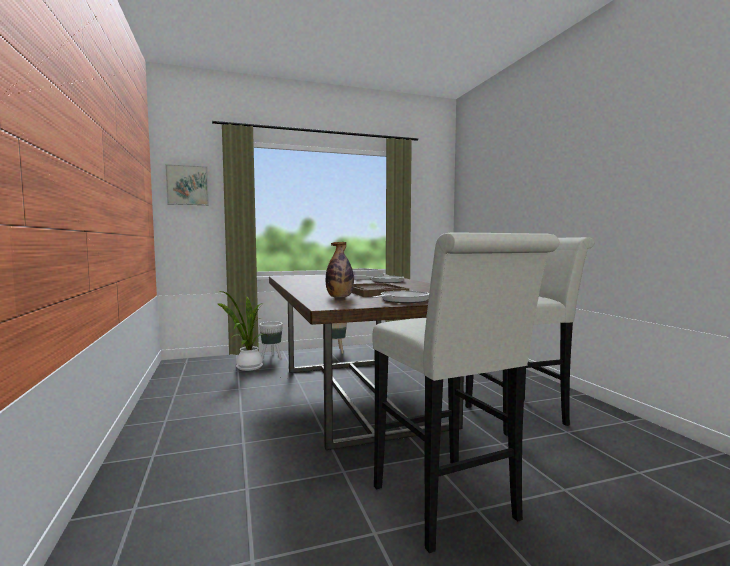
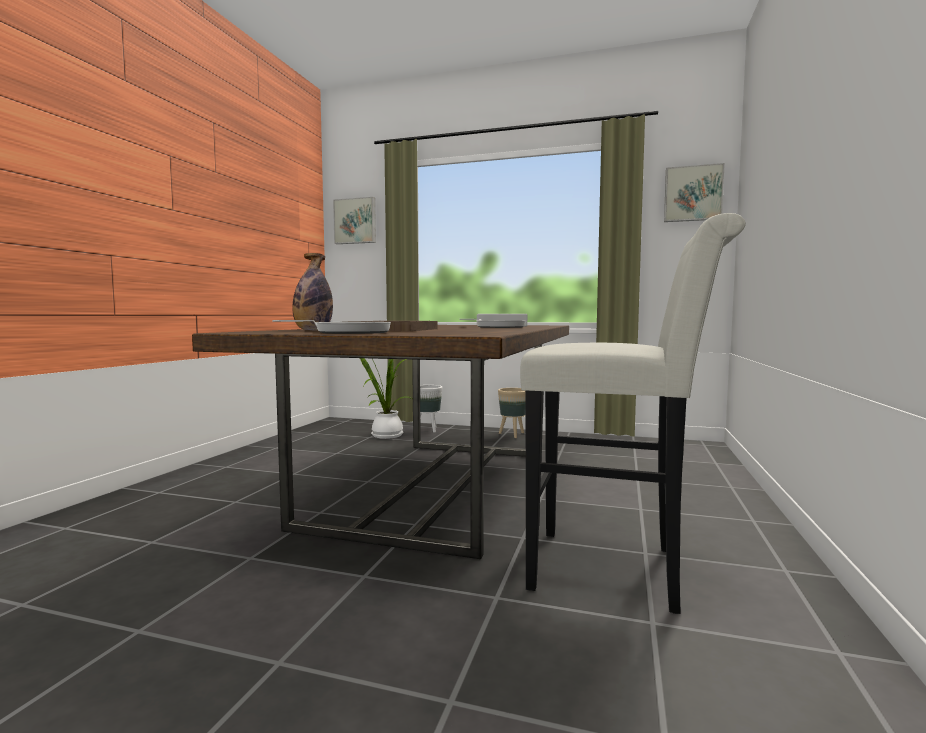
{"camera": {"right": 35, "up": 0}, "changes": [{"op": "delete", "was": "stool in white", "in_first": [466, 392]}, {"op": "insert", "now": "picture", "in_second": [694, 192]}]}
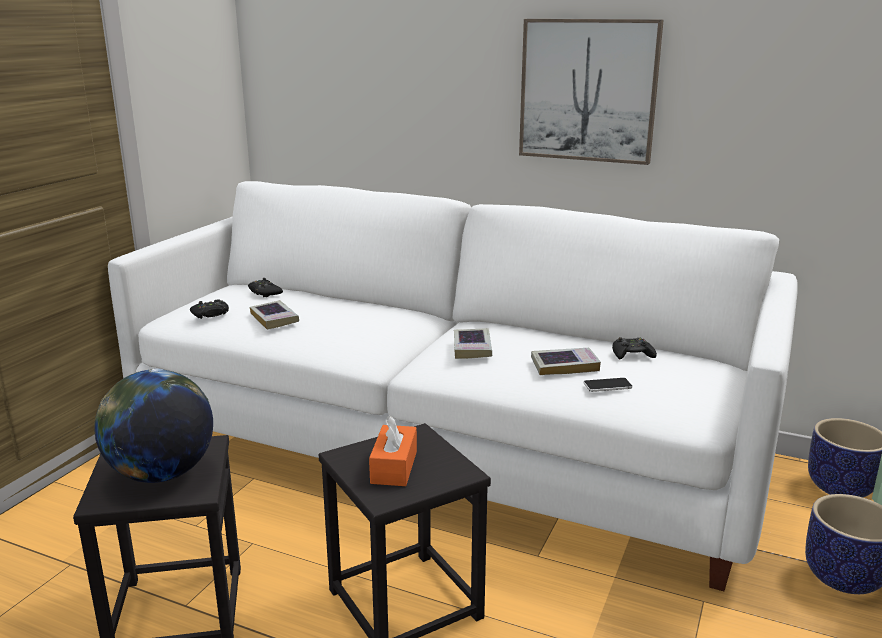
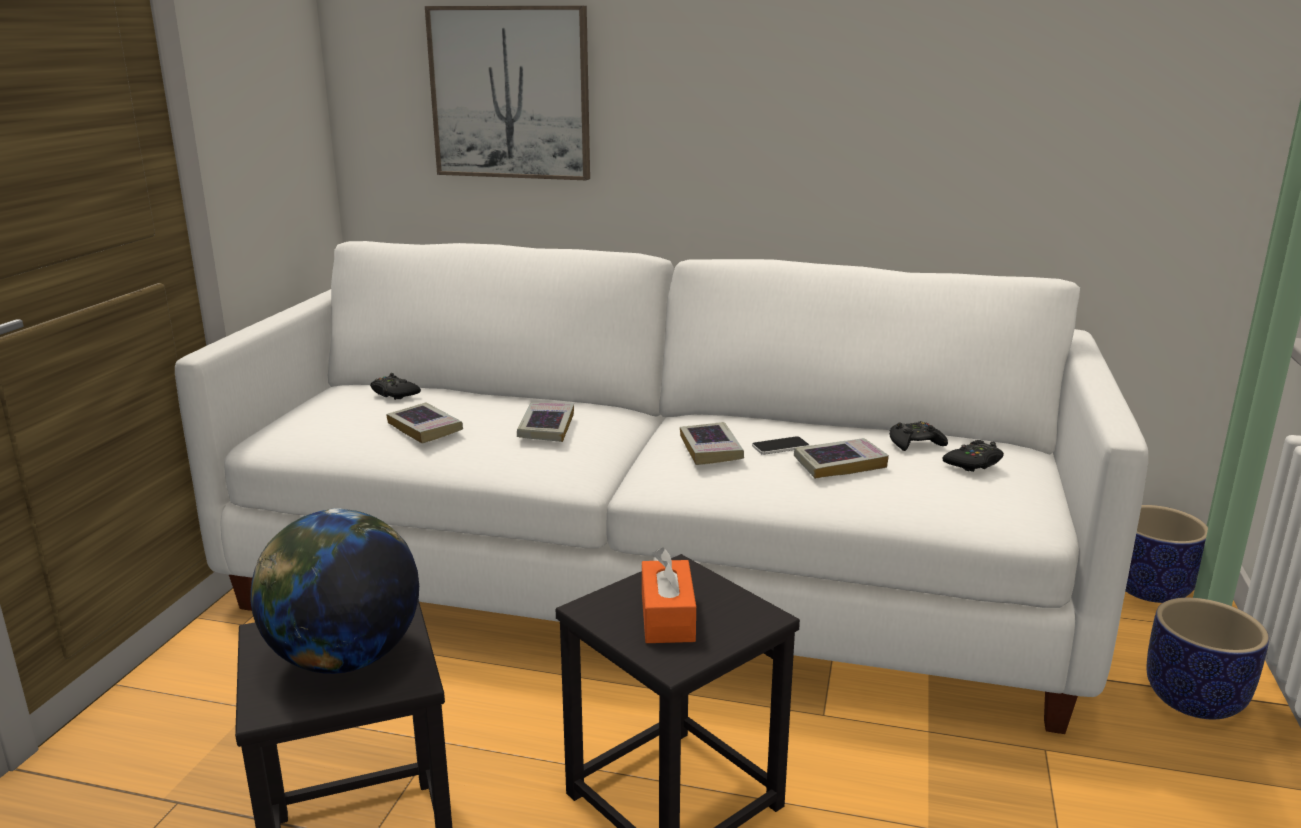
{"camera": {"right": -10, "up": 0}, "changes": [{"op": "move", "was": "game controller in black", "in_first": [209, 309], "in_second": [973, 456]}, {"op": "move", "was": "picture", "in_first": [591, 92], "in_second": [507, 93]}, {"op": "move", "was": "phone", "in_first": [608, 385], "in_second": [780, 445]}, {"op": "insert", "now": "book", "in_second": [545, 422]}]}
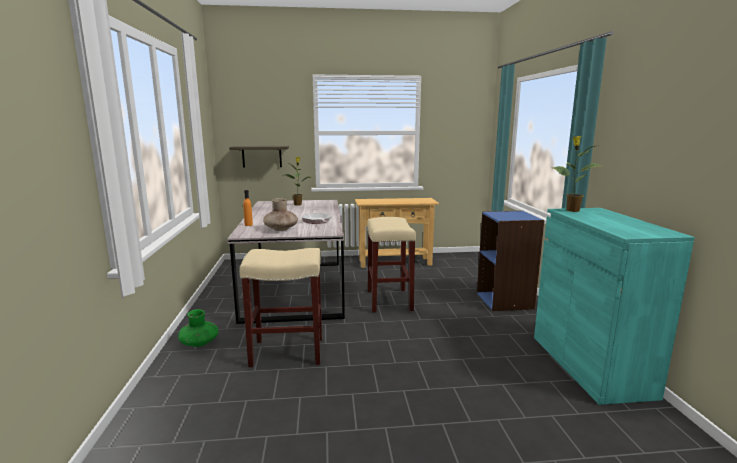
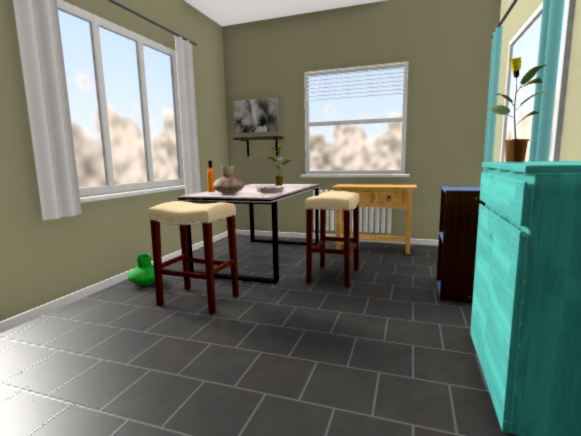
{"camera": {"right": 25, "up": -5}, "changes": [{"op": "insert", "now": "picture", "in_second": [255, 115]}]}
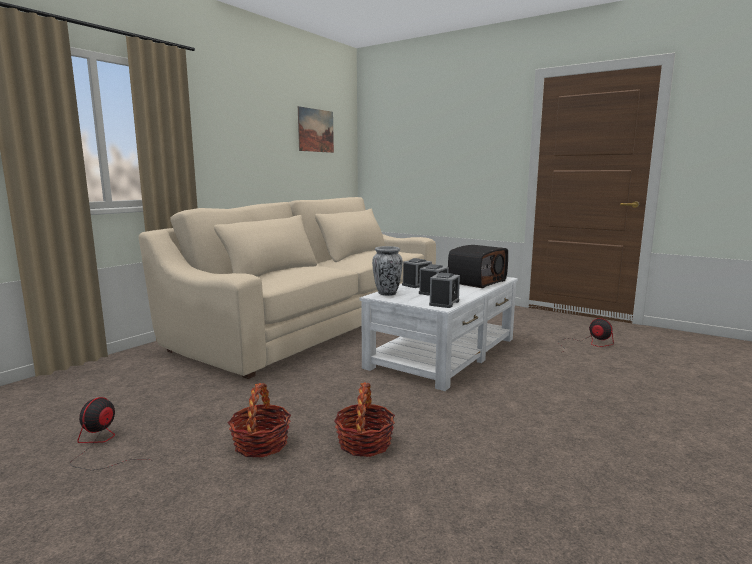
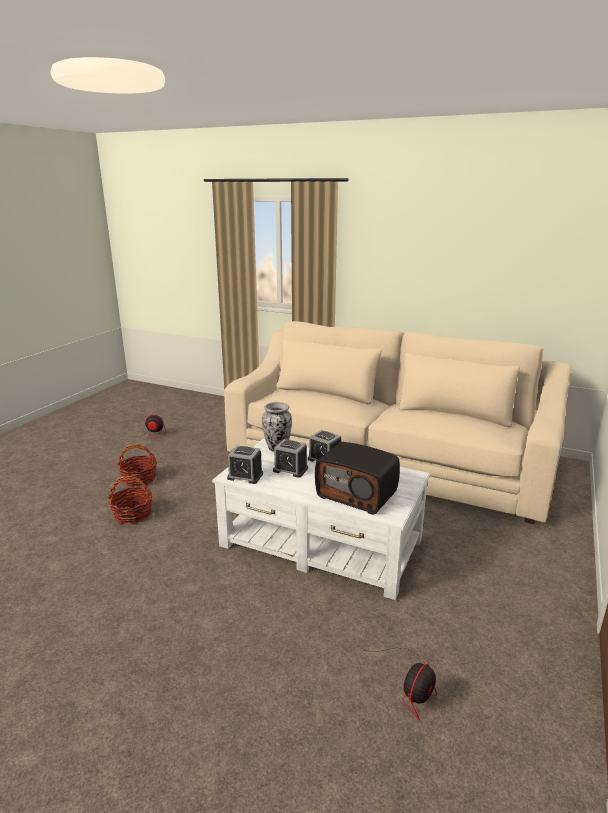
{"camera": {"right": 80, "up": 10}, "changes": [{"op": "delete", "was": "picture", "in_first": [316, 129]}]}
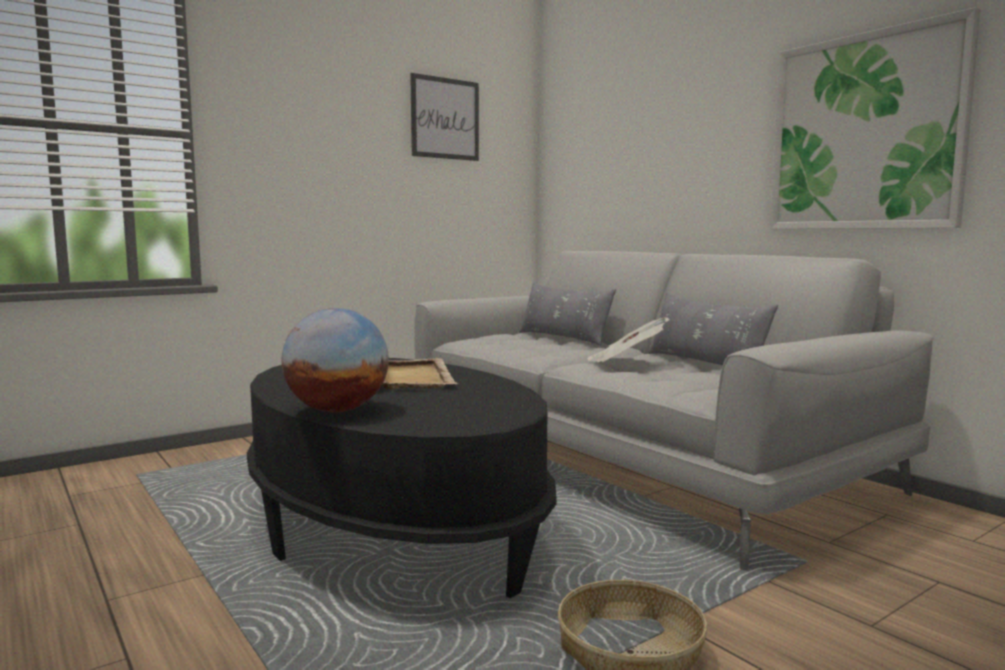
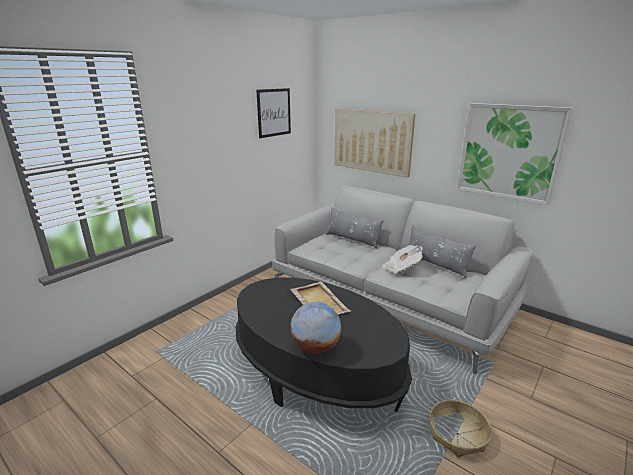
{"camera": {"right": -15, "up": 15}, "changes": [{"op": "insert", "now": "picture", "in_second": [374, 143]}]}
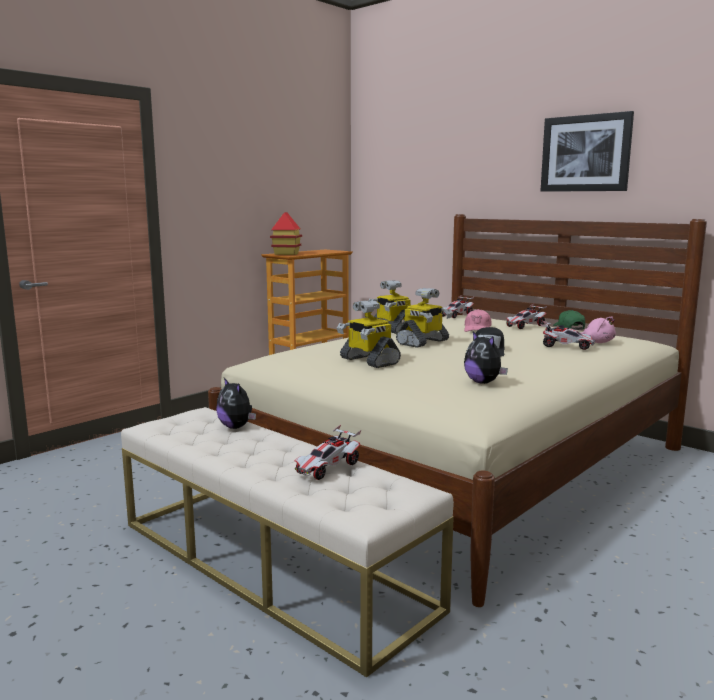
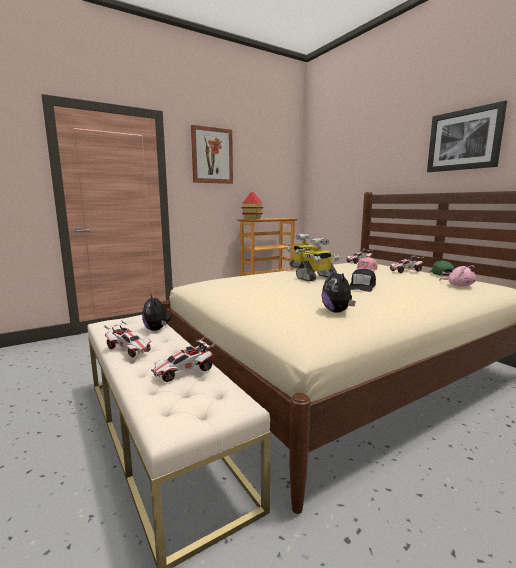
{"camera": {"right": 15, "up": 0}, "changes": [{"op": "delete", "was": "toy robot", "in_first": [369, 334]}, {"op": "move", "was": "toy car", "in_first": [567, 335], "in_second": [127, 338]}, {"op": "insert", "now": "picture", "in_second": [212, 154]}]}
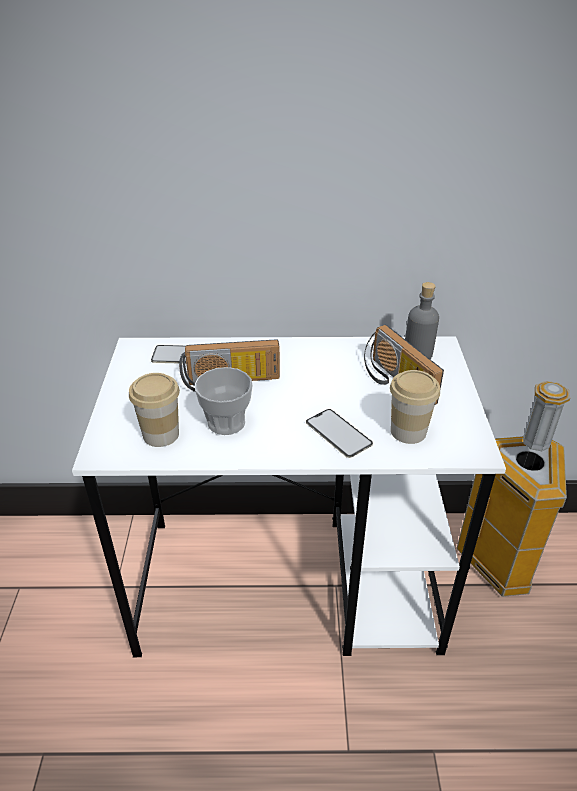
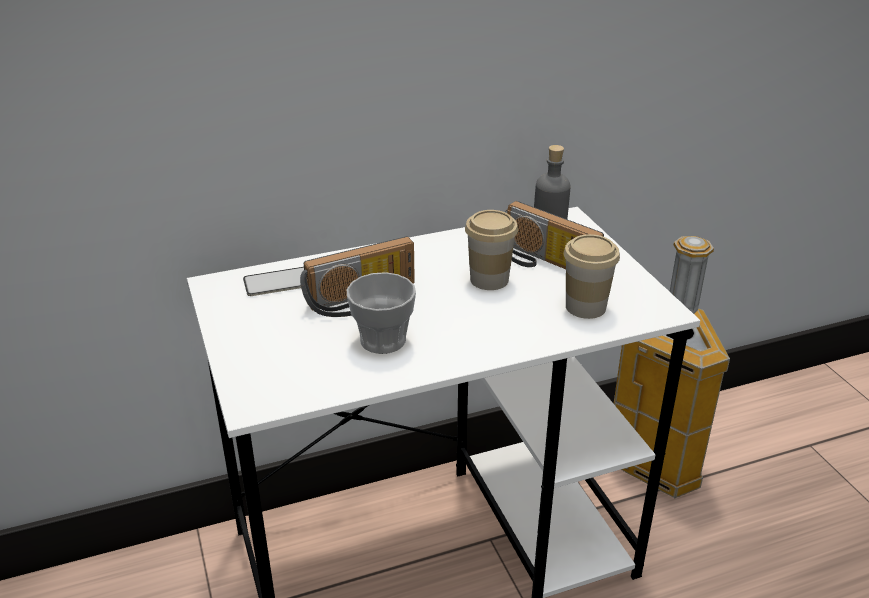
{"camera": {"right": -20, "up": -5}, "changes": [{"op": "move", "was": "cup", "in_first": [154, 410], "in_second": [491, 250]}, {"op": "delete", "was": "phone", "in_first": [339, 433]}]}
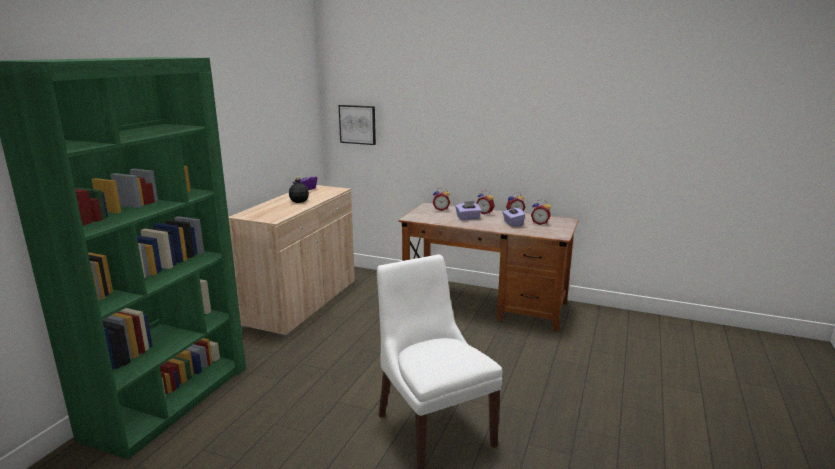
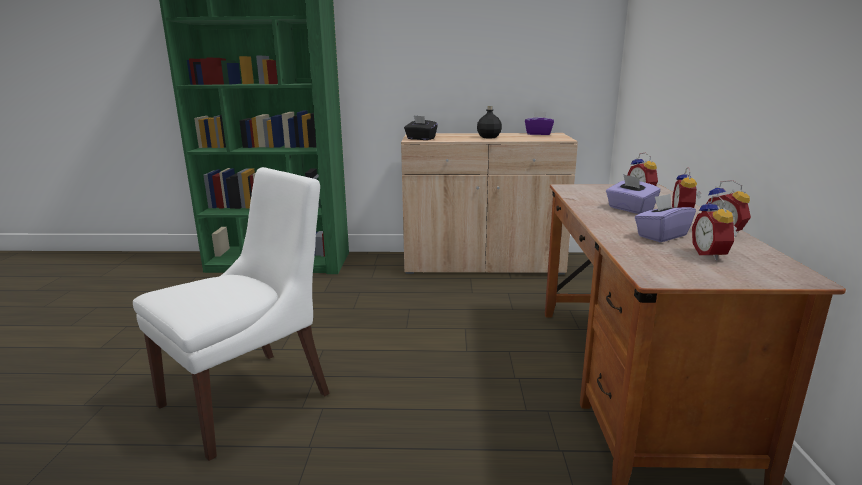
{"camera": {"right": 70, "up": 0}, "changes": [{"op": "delete", "was": "picture", "in_first": [357, 125]}, {"op": "insert", "now": "tissue box in black", "in_second": [421, 128]}]}
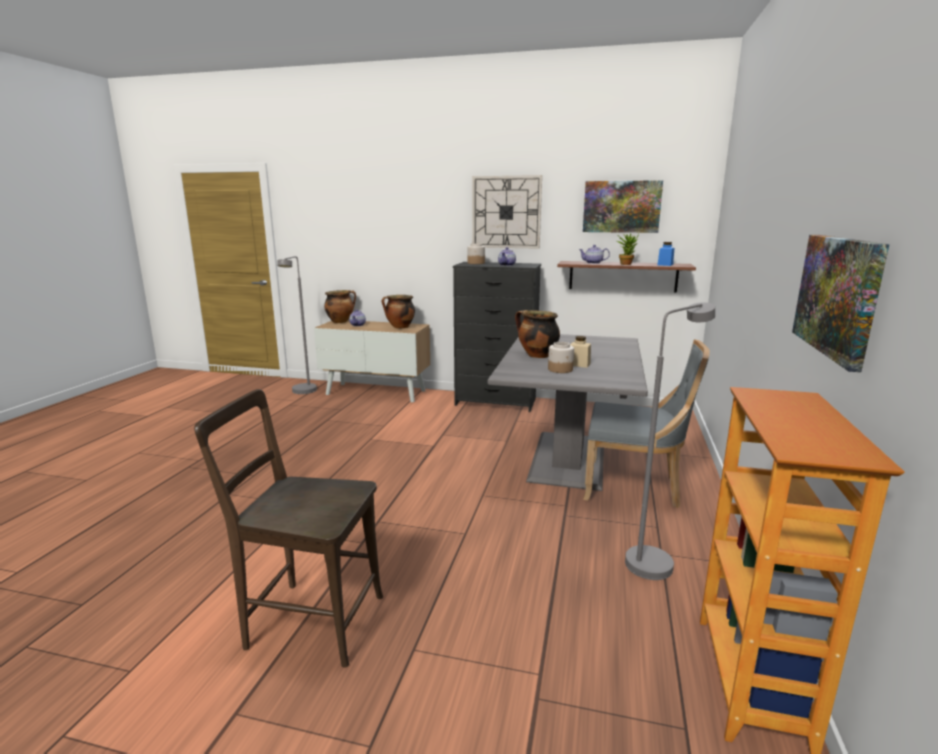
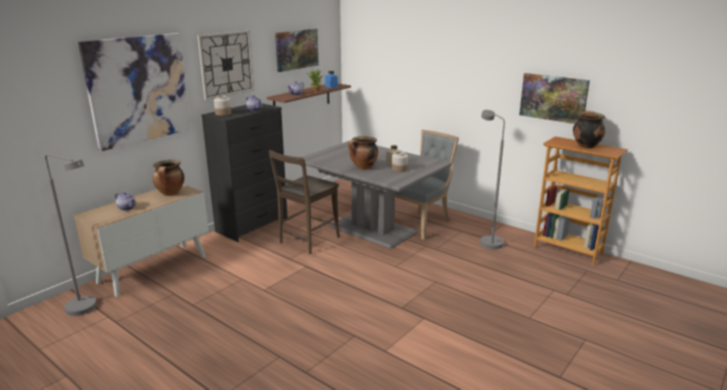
{"camera": {"right": -65, "up": 5}, "changes": [{"op": "move", "was": "chair in brown", "in_first": [288, 528], "in_second": [304, 202]}, {"op": "move", "was": "cooking pot", "in_first": [340, 306], "in_second": [589, 130]}, {"op": "insert", "now": "picture", "in_second": [134, 92]}]}
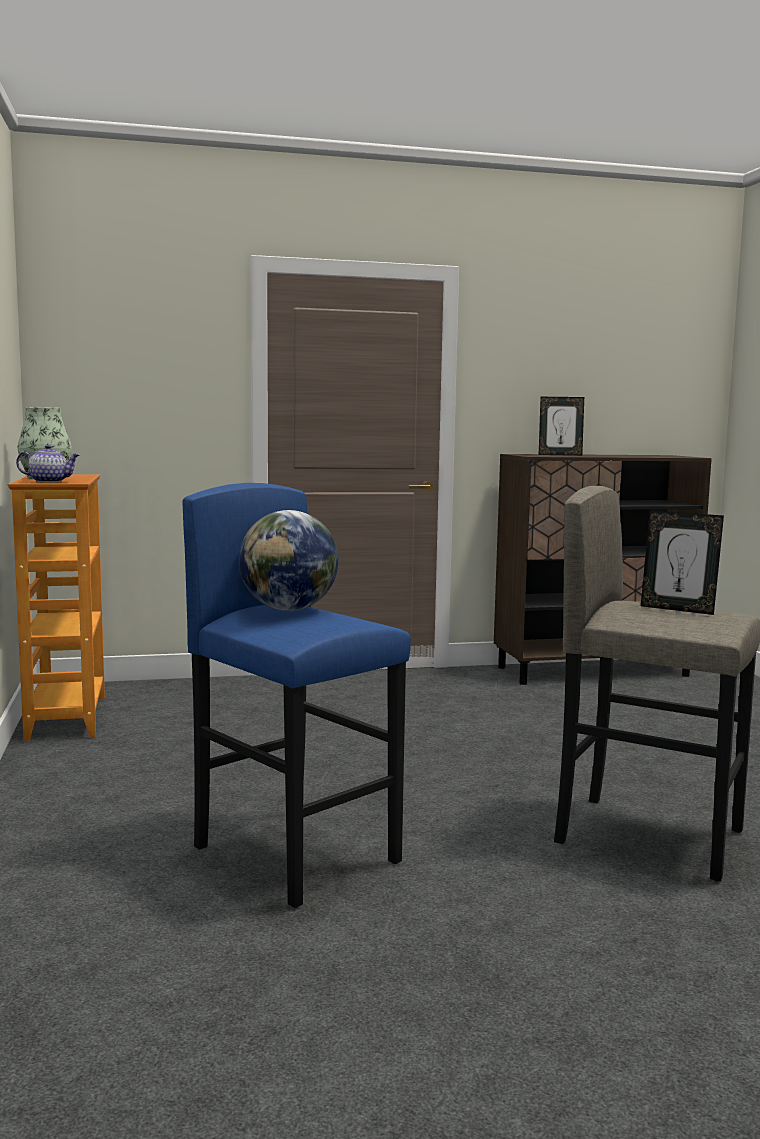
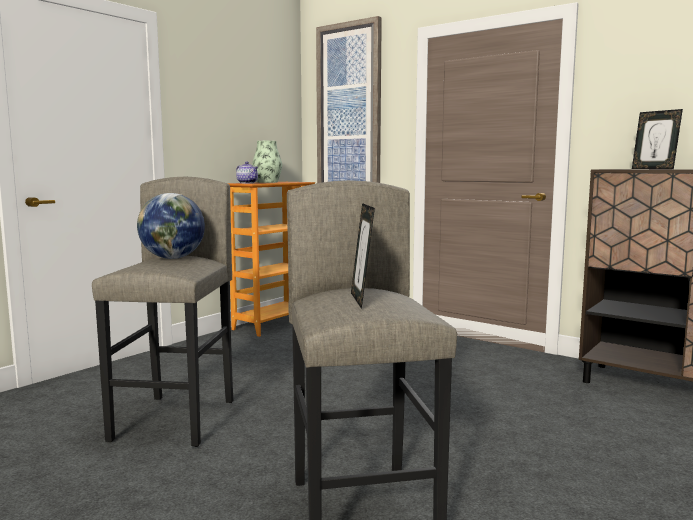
{"camera": {"right": 50, "up": 0}, "changes": [{"op": "recolor", "was": "stool in blue", "now": "stool in grey", "in_first": [297, 695], "in_second": [162, 312]}, {"op": "insert", "now": "picture", "in_second": [349, 99]}]}
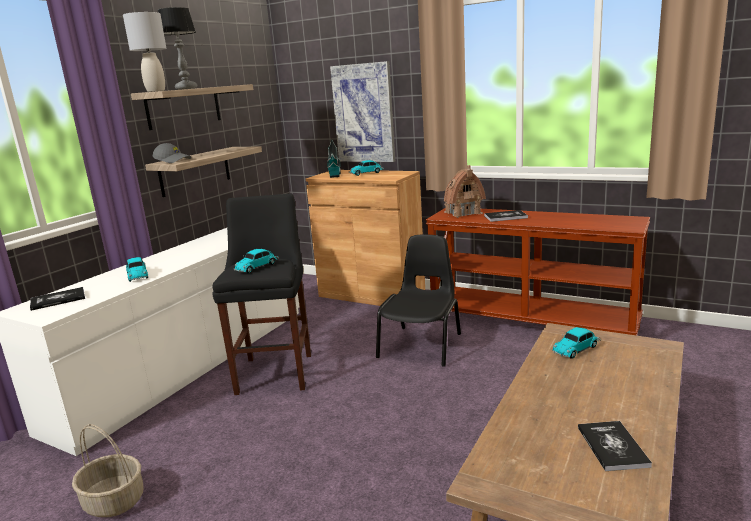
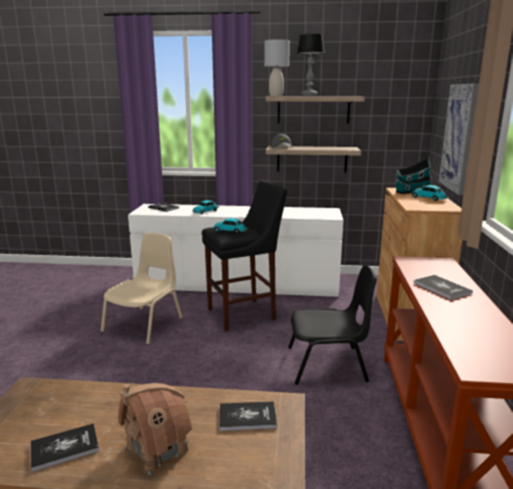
{"camera": {"right": 65, "up": 0}, "changes": [{"op": "delete", "was": "basket", "in_first": [107, 470]}, {"op": "move", "was": "toy house", "in_first": [465, 191], "in_second": [155, 429]}, {"op": "replace", "was": "toy car", "now": "book", "in_first": [576, 343], "in_second": [248, 416]}, {"op": "insert", "now": "chair in beige", "in_second": [142, 289]}]}
